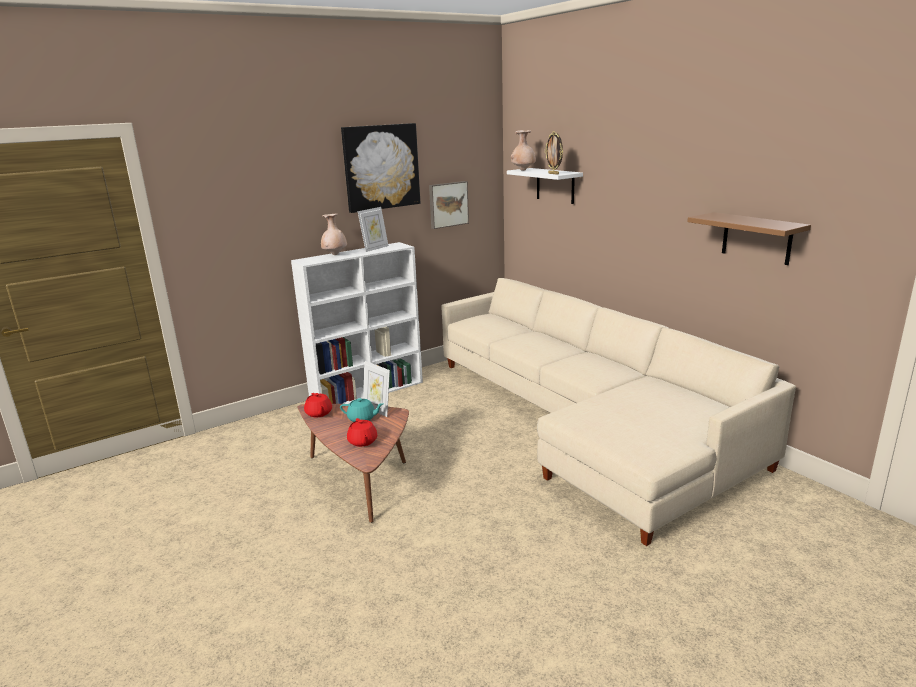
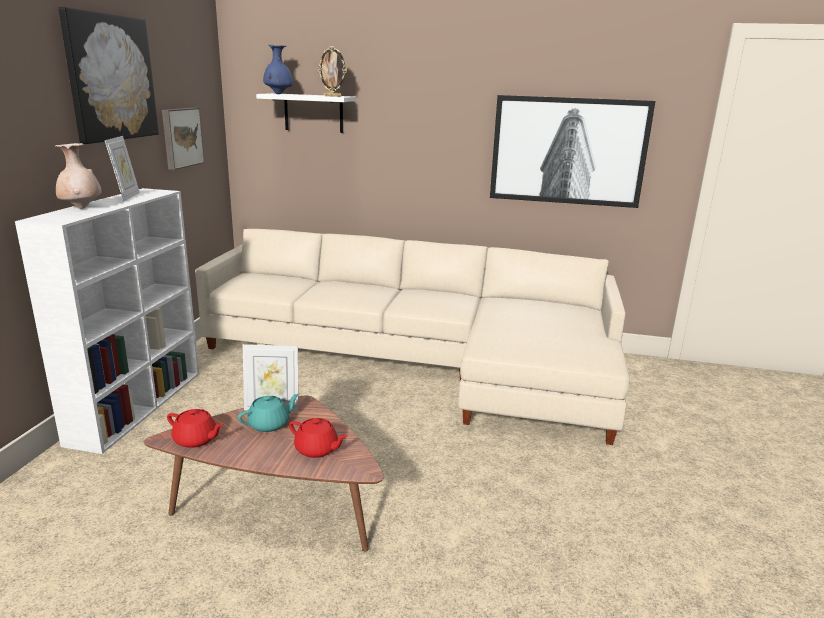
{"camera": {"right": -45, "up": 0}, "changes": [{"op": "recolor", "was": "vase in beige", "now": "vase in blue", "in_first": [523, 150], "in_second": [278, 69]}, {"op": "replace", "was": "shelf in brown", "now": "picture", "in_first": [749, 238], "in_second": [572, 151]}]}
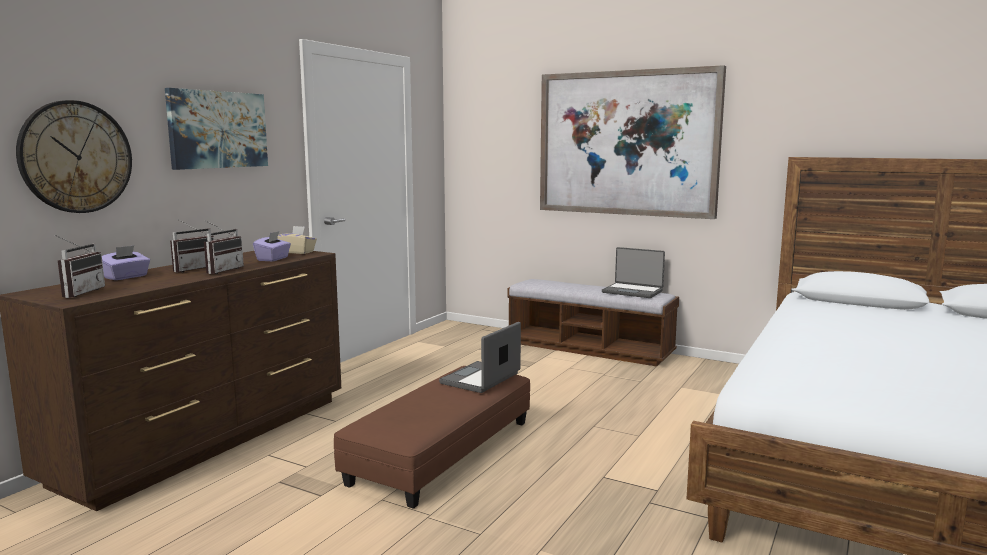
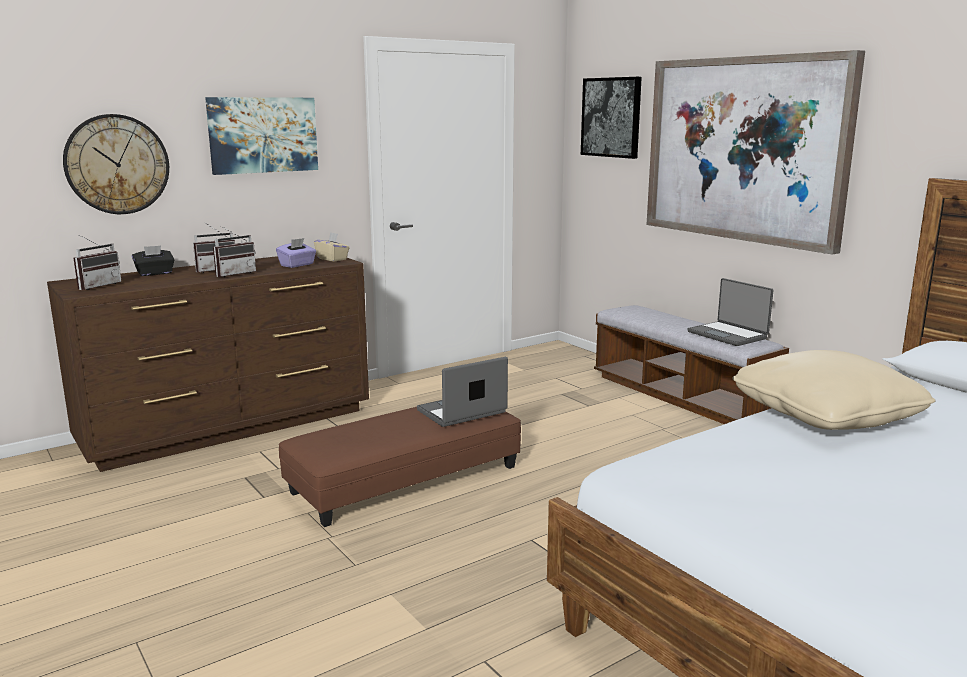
{"camera": {"right": 25, "up": 5}, "changes": [{"op": "recolor", "was": "tissue box in purple", "now": "tissue box in black", "in_first": [126, 262], "in_second": [153, 260]}, {"op": "insert", "now": "picture", "in_second": [611, 118]}, {"op": "insert", "now": "pillow in beige", "in_second": [833, 390]}]}
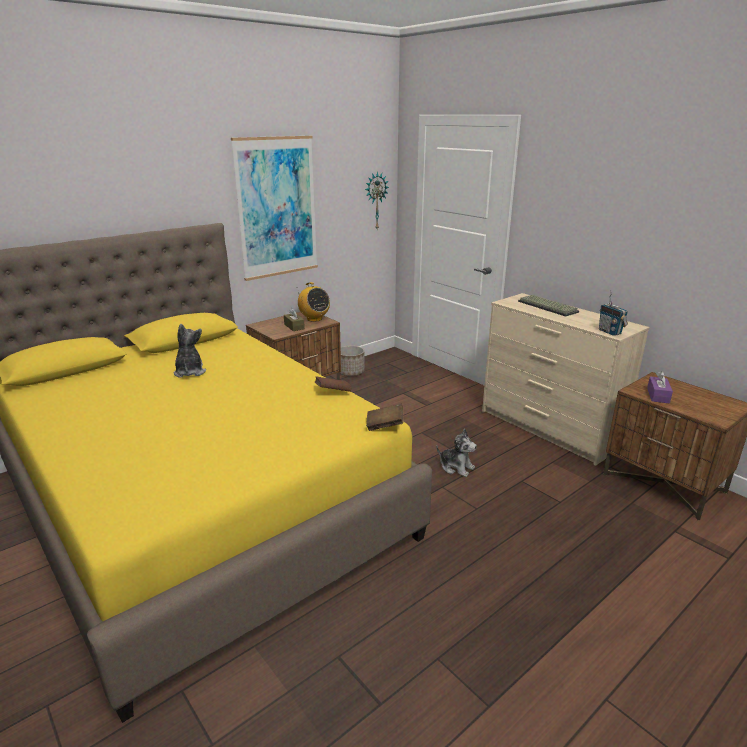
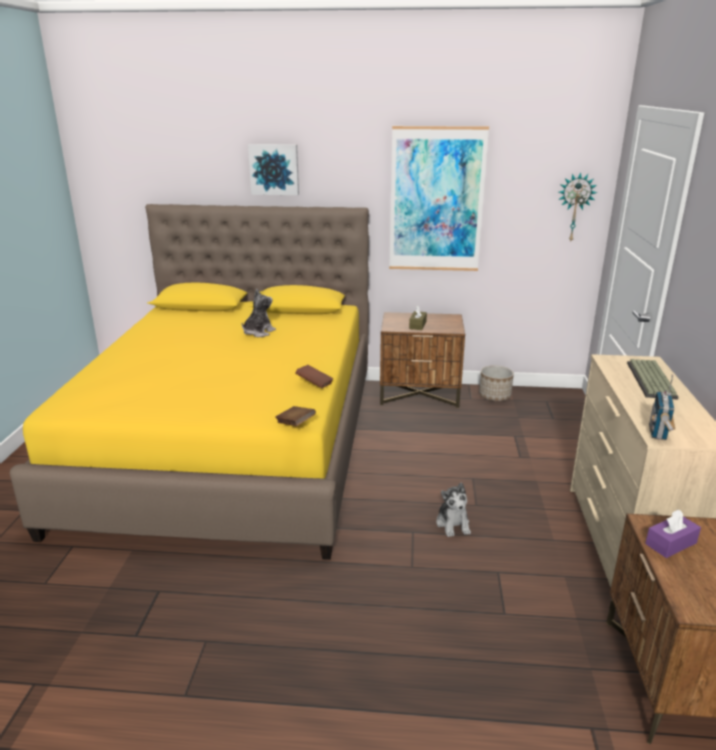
{"camera": {"right": 45, "up": 0}, "changes": [{"op": "delete", "was": "radio", "in_first": [314, 302]}, {"op": "insert", "now": "picture", "in_second": [273, 169]}]}
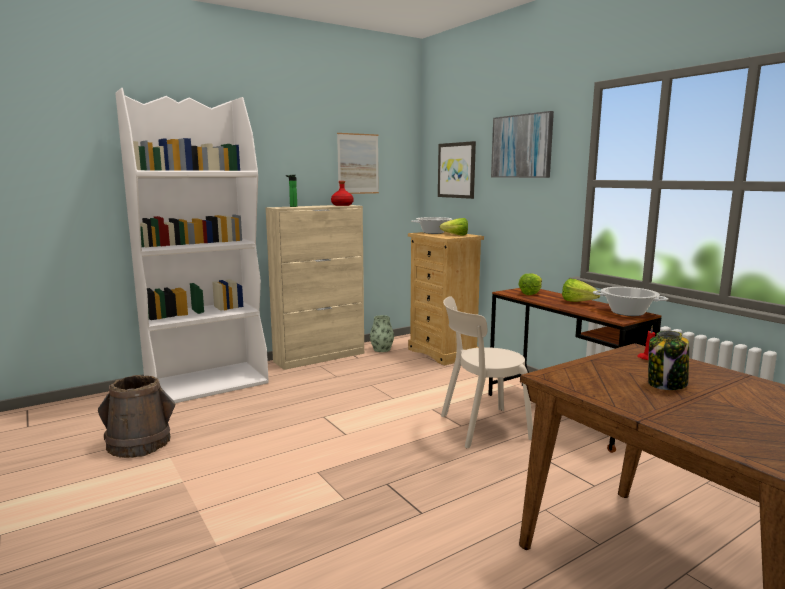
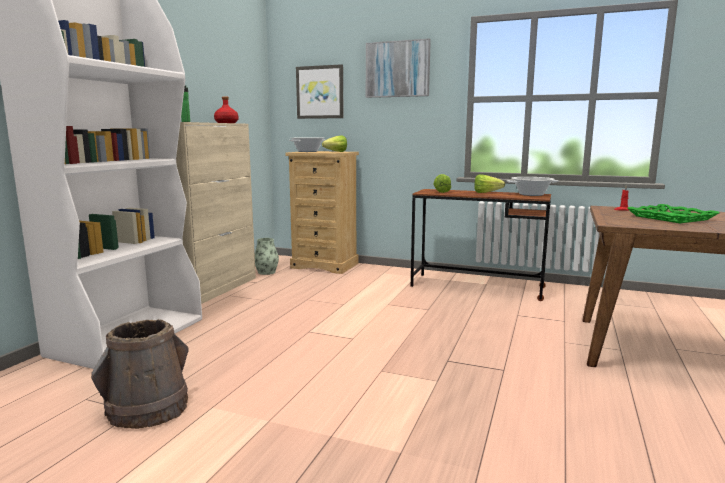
{"camera": {"right": -35, "up": 0}, "changes": [{"op": "delete", "was": "picture", "in_first": [358, 163]}, {"op": "delete", "was": "chair in beige", "in_first": [487, 372]}, {"op": "replace", "was": "jar", "now": "tray in green", "in_first": [668, 360], "in_second": [673, 213]}]}
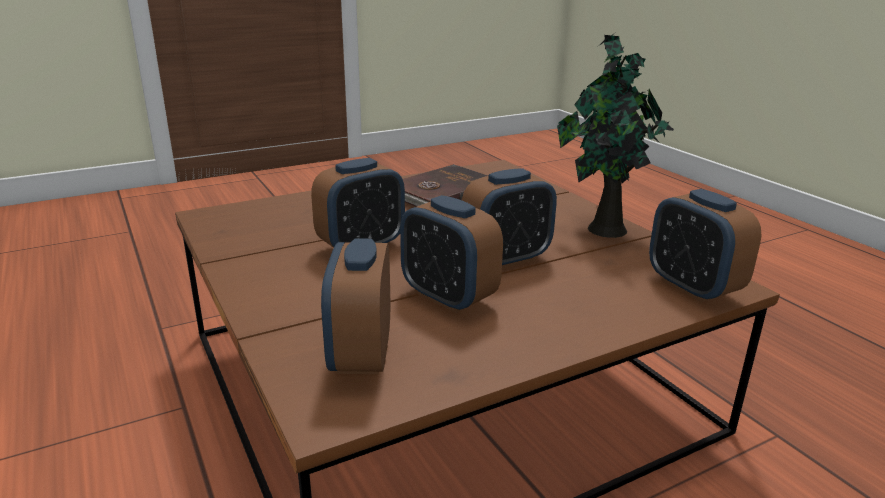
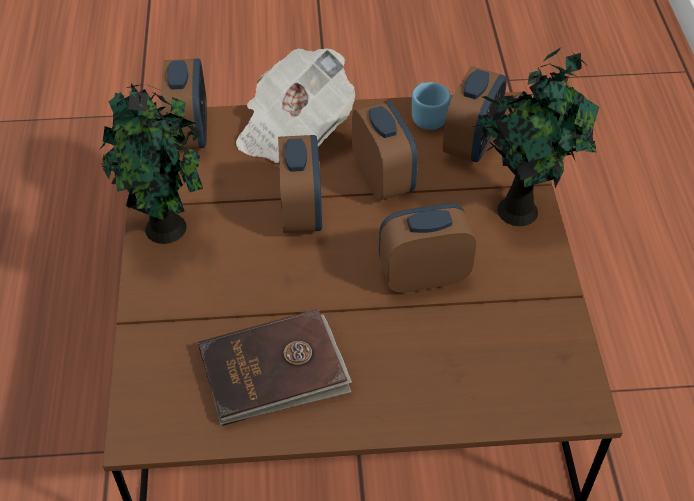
{"camera": {"right": -155, "up": 25}, "changes": [{"op": "rotate", "was": "alarm clock", "in_first": [509, 218], "in_second": [300, 184], "clockwise": 90}, {"op": "insert", "now": "newspaper", "in_second": [295, 105]}, {"op": "insert", "now": "mug in blue", "in_second": [431, 106]}, {"op": "insert", "now": "potted plant", "in_second": [536, 137]}]}
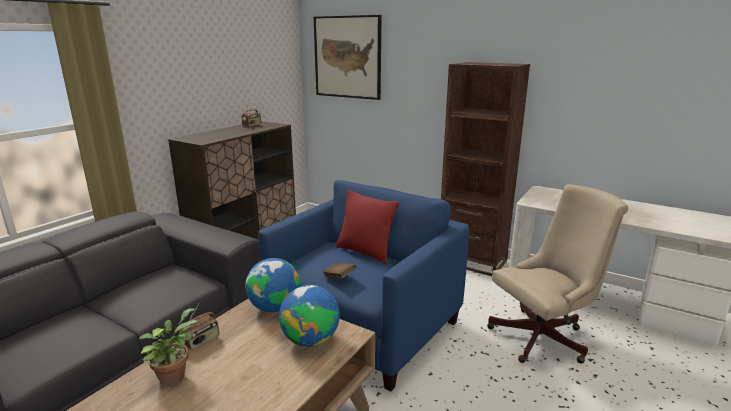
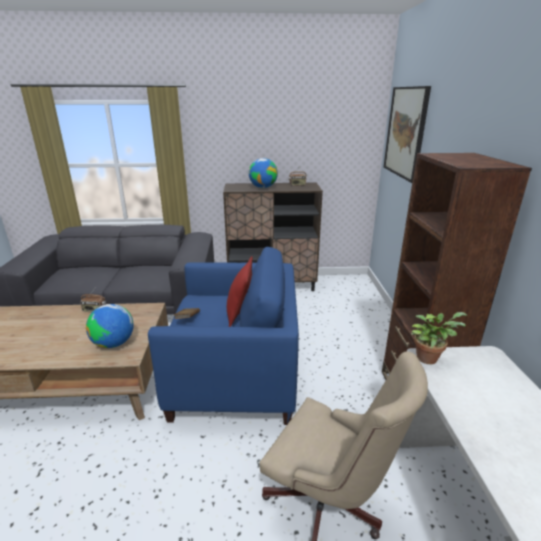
{"camera": {"right": 55, "up": 5}, "changes": [{"op": "move", "was": "potted plant", "in_first": [168, 347], "in_second": [439, 338]}, {"op": "move", "was": "globe", "in_first": [272, 285], "in_second": [263, 173]}]}
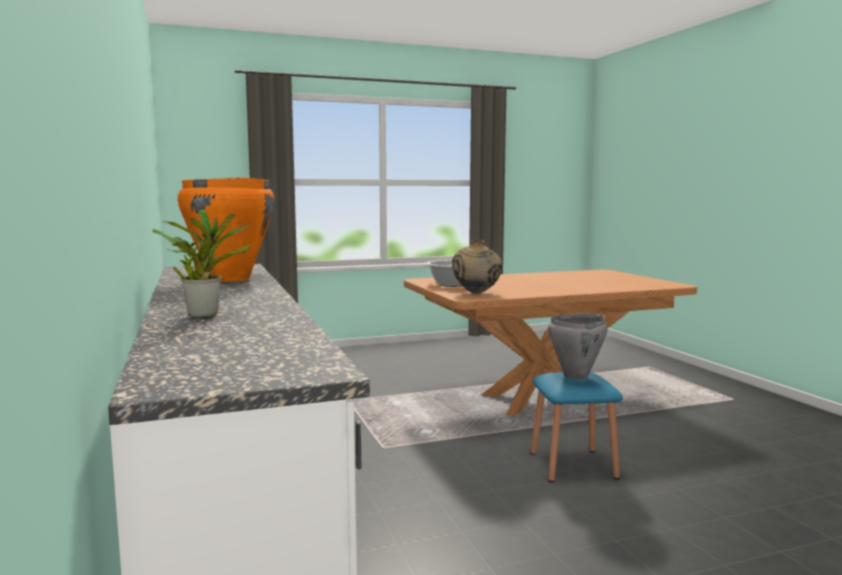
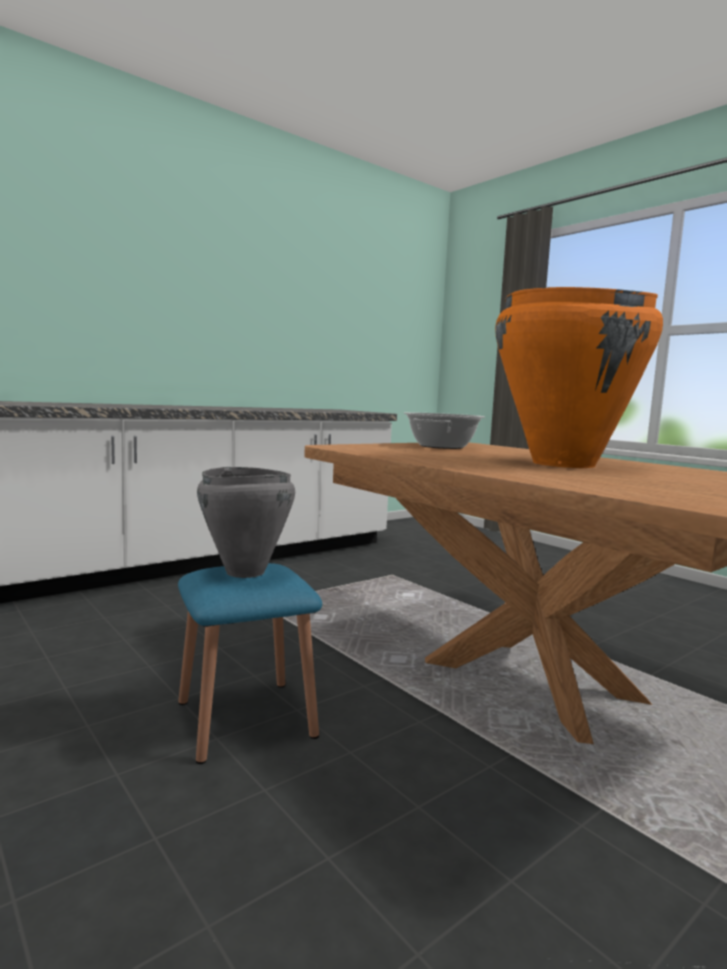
{"camera": {"right": 70, "up": 0}, "changes": [{"op": "delete", "was": "potted plant", "in_first": [201, 263]}, {"op": "move", "was": "vase in orange", "in_first": [226, 229], "in_second": [579, 377]}, {"op": "delete", "was": "vase in beige", "in_first": [477, 267]}]}
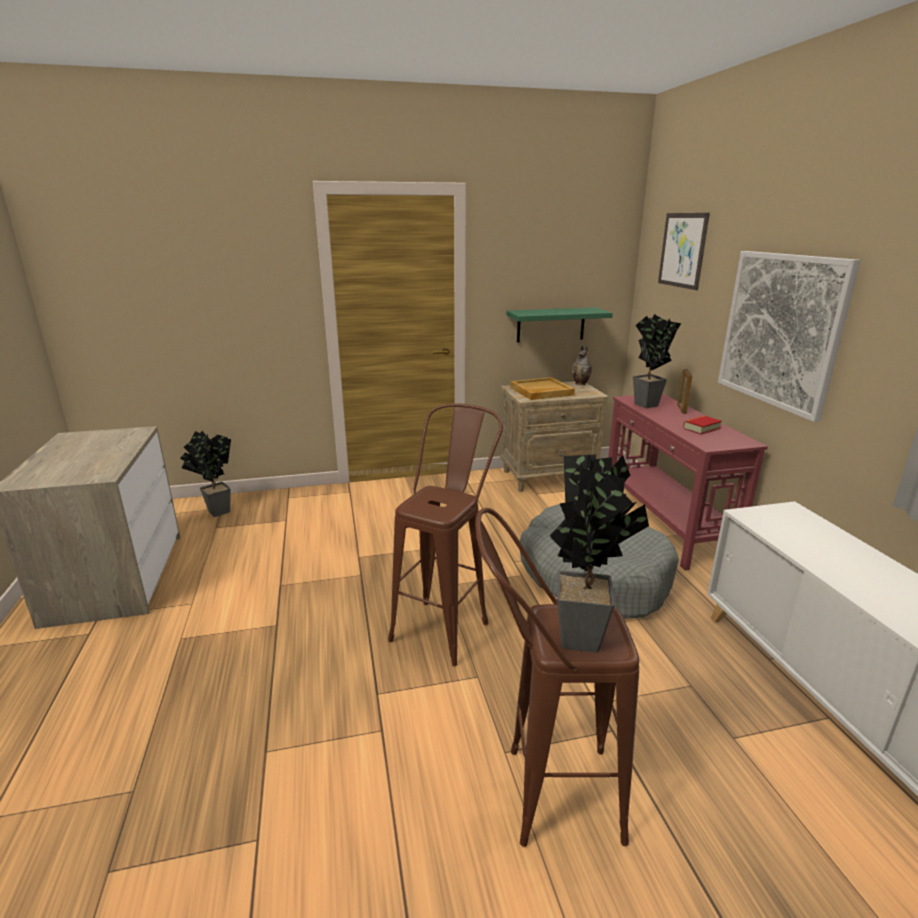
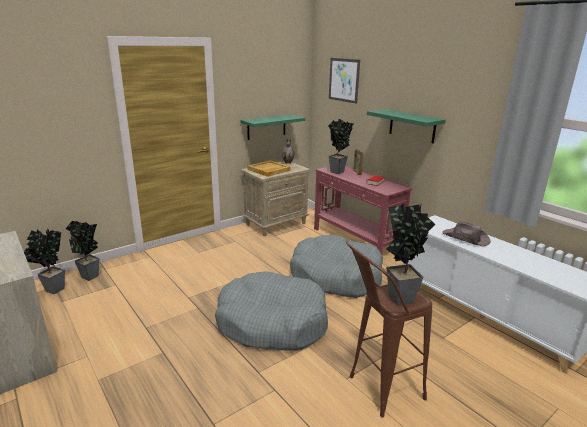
{"camera": {"right": -25, "up": 0}, "changes": [{"op": "replace", "was": "stool in brown", "now": "dog bed in grey", "in_first": [445, 534], "in_second": [271, 311]}, {"op": "replace", "was": "picture", "now": "shelf in green", "in_first": [789, 336], "in_second": [406, 126]}, {"op": "insert", "now": "potted plant", "in_second": [82, 250]}, {"op": "insert", "now": "hat in brown", "in_second": [467, 234]}]}
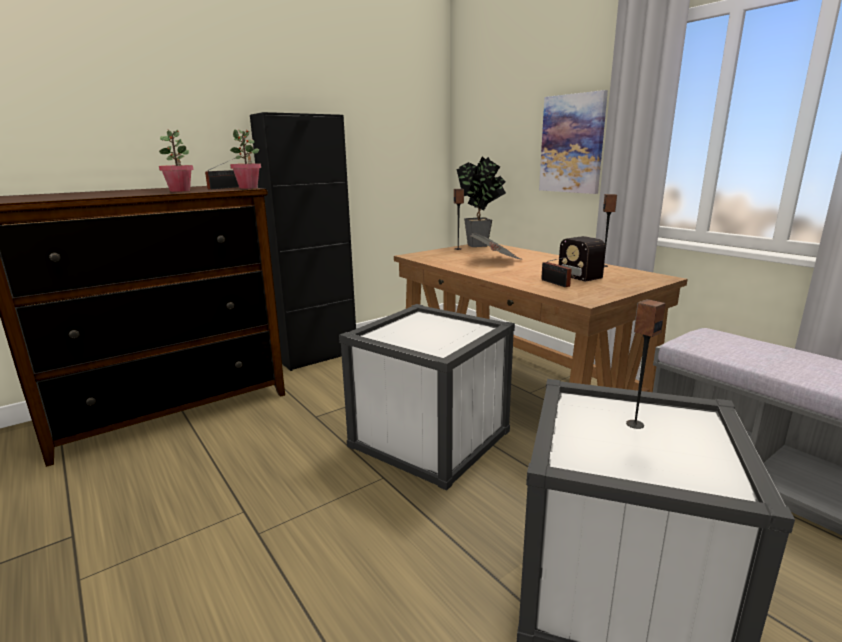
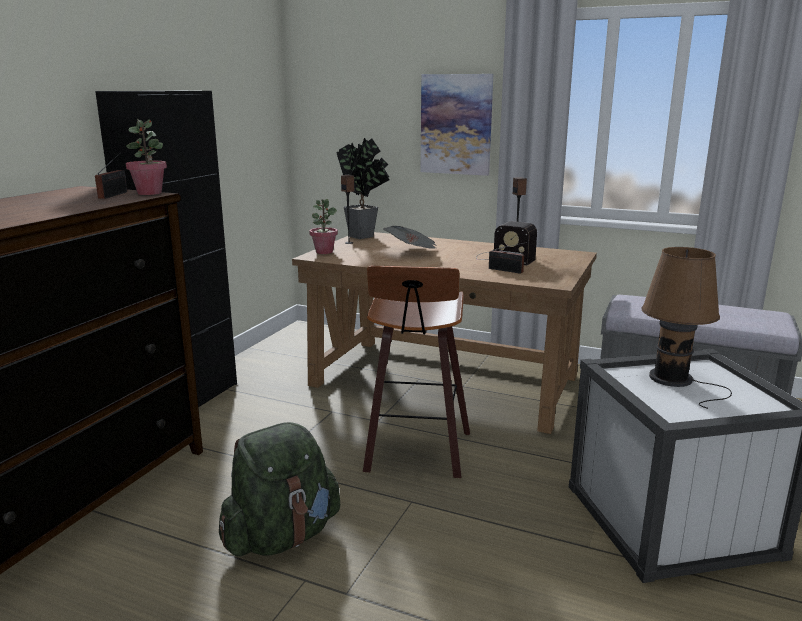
{"camera": {"right": -30, "up": 0}, "changes": [{"op": "move", "was": "potted plant", "in_first": [176, 160], "in_second": [323, 226]}, {"op": "replace", "was": "storage box in white", "now": "stool", "in_first": [427, 397], "in_second": [416, 372]}, {"op": "replace", "was": "speaker", "now": "table lamp in brown", "in_first": [645, 364], "in_second": [686, 328]}, {"op": "insert", "now": "backpack in green", "in_second": [279, 489]}]}
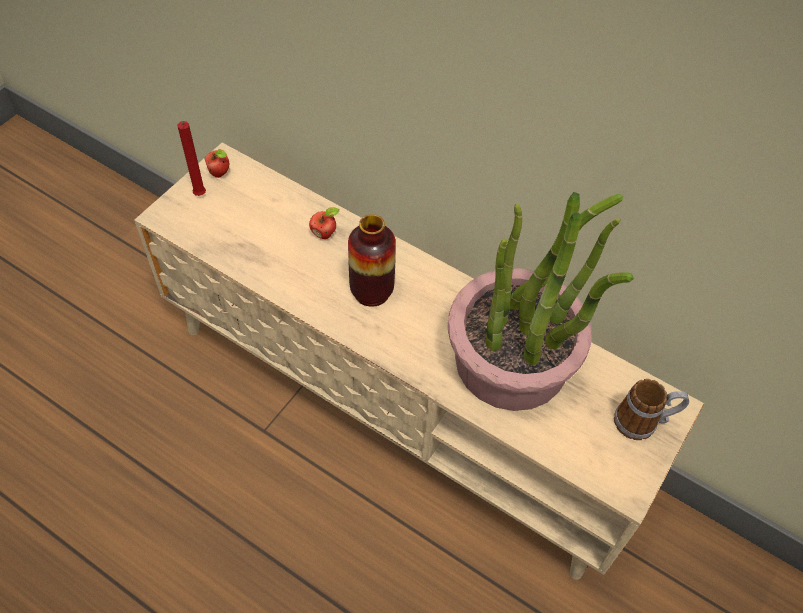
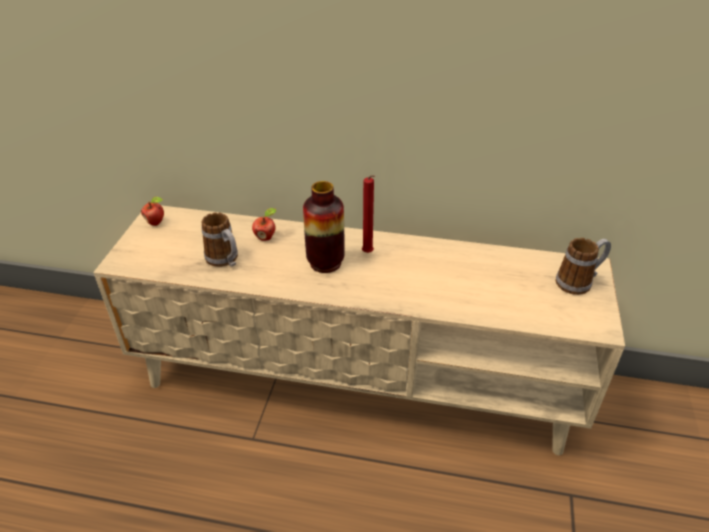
{"camera": {"right": -20, "up": -15}, "changes": [{"op": "move", "was": "candle in red", "in_first": [191, 158], "in_second": [368, 214]}, {"op": "delete", "was": "potted plant", "in_first": [541, 301]}, {"op": "insert", "now": "mug", "in_second": [219, 239]}]}
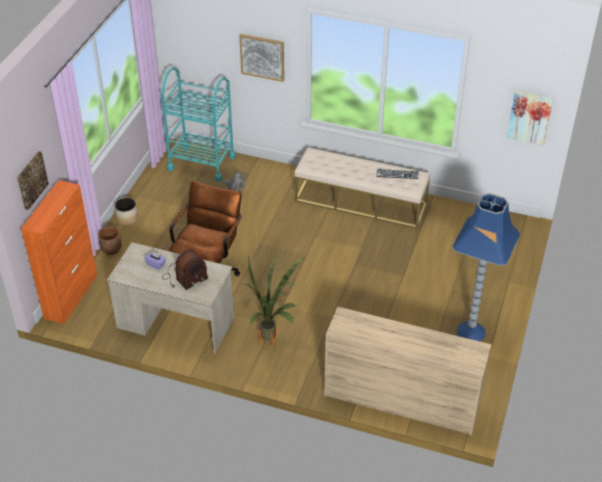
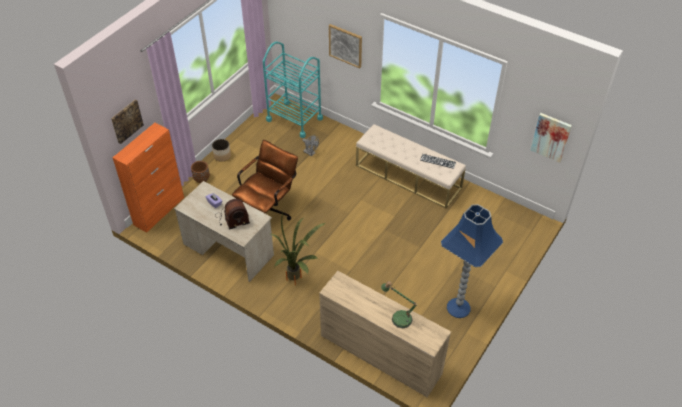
{"camera": {"right": 15, "up": 5}, "changes": [{"op": "insert", "now": "table lamp", "in_second": [400, 304]}]}
